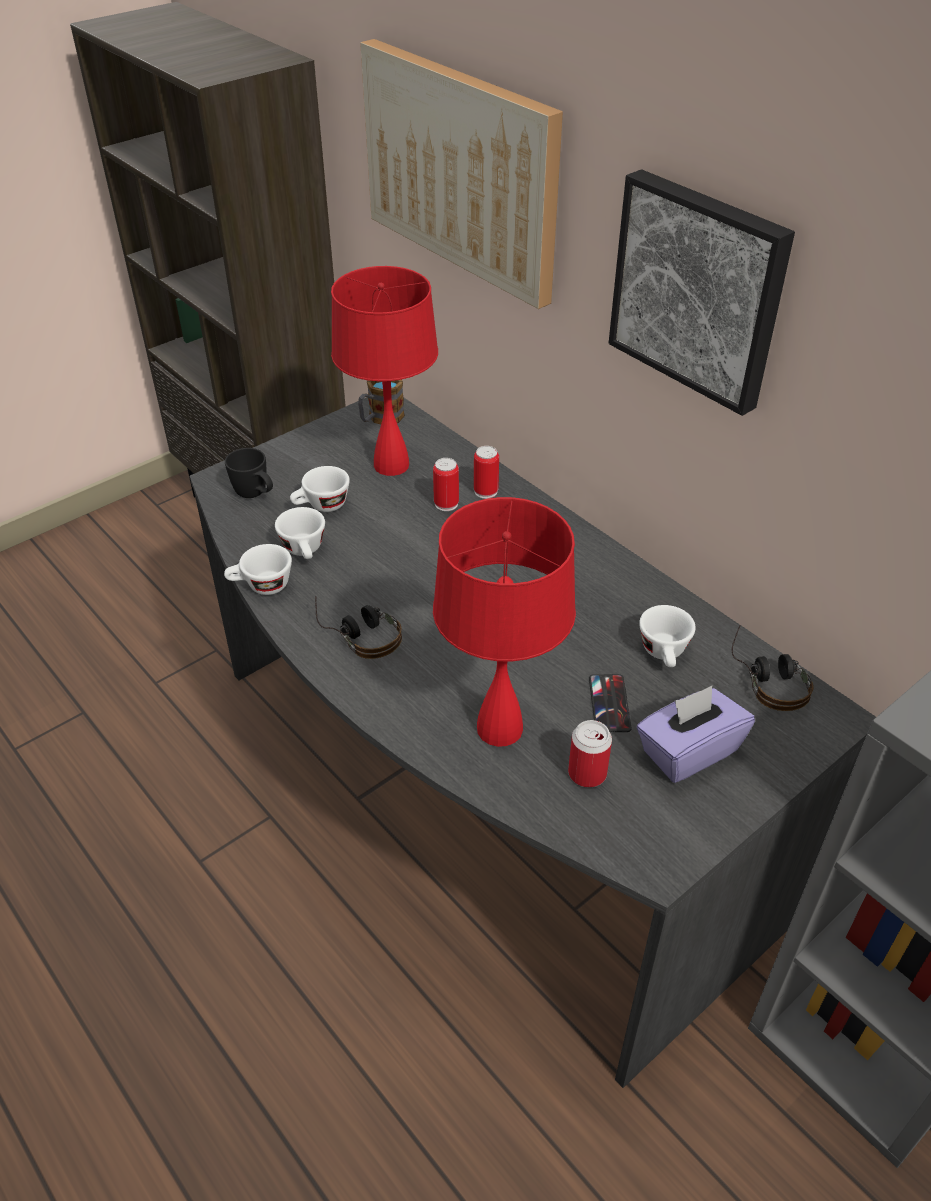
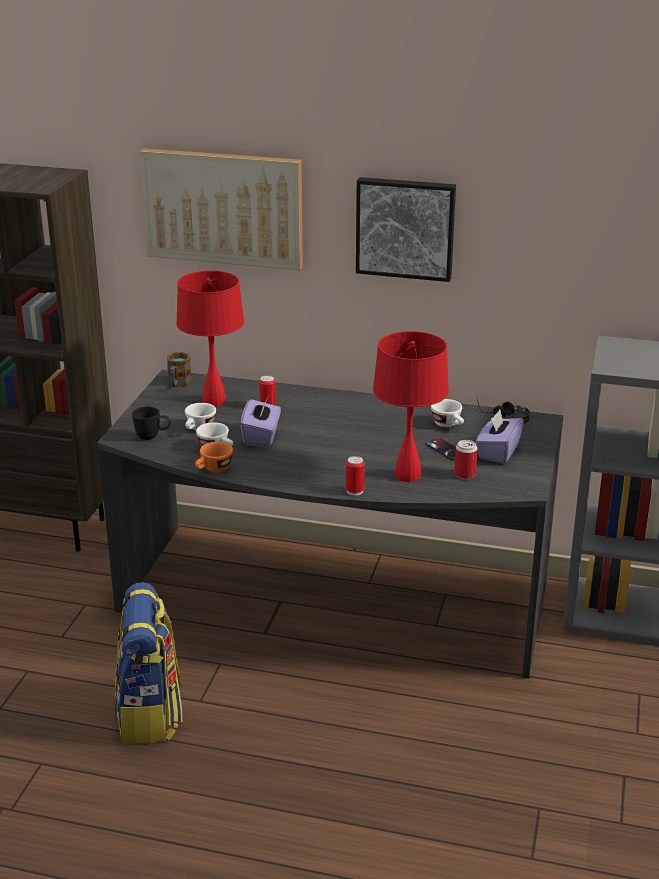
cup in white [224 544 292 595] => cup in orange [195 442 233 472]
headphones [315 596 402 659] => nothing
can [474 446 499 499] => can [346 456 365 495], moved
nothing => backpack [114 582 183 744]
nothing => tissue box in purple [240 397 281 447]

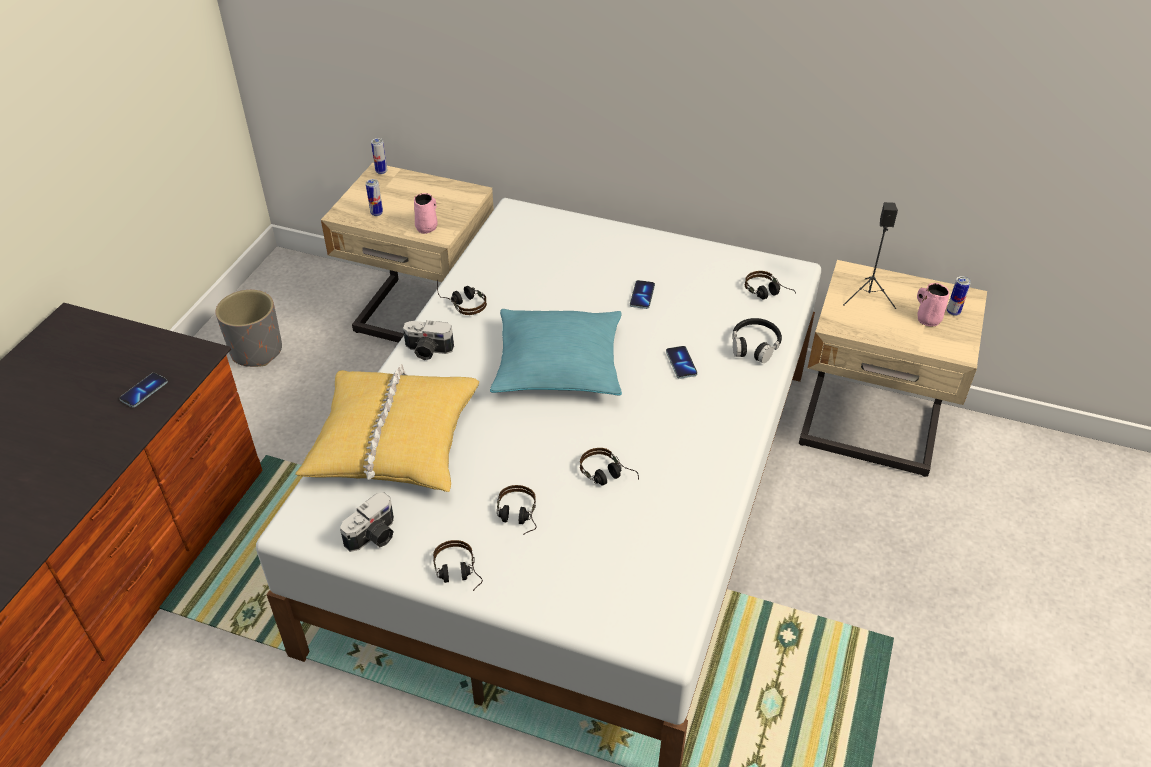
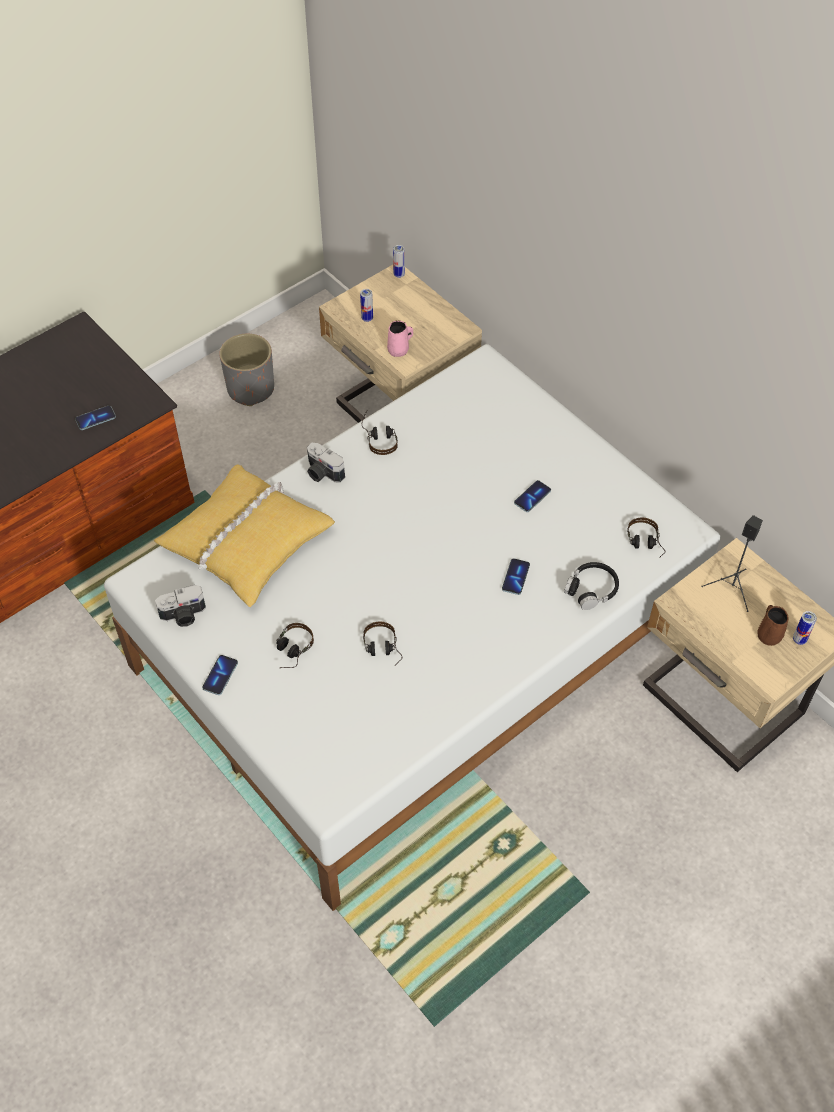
headphones [433 540 483 591] => phone [202 655 238 695]
pillow in turquoise [490 309 622 396] => nothing
mug in pink [917 283 949 327] => mug in brown [757 605 789 646]

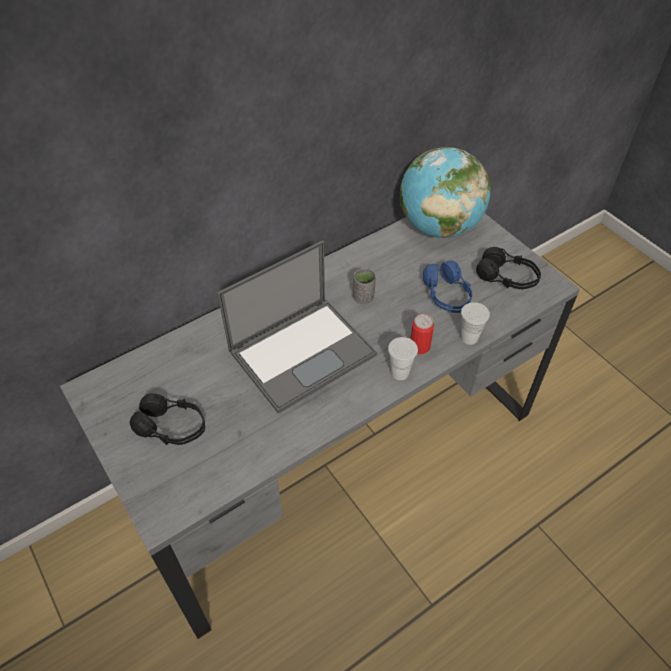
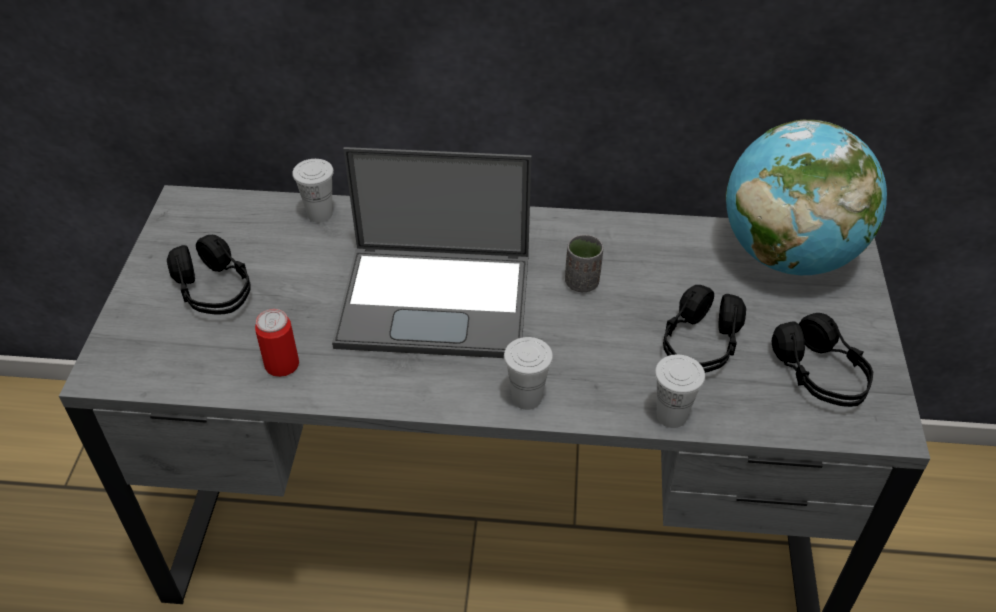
can [410 314 434 354] => can [255 309 299 377], moved
headphones in blue [423 260 472 313] => headphones in black [663 285 746 373]
nothing => cup in white [292 159 334 223]

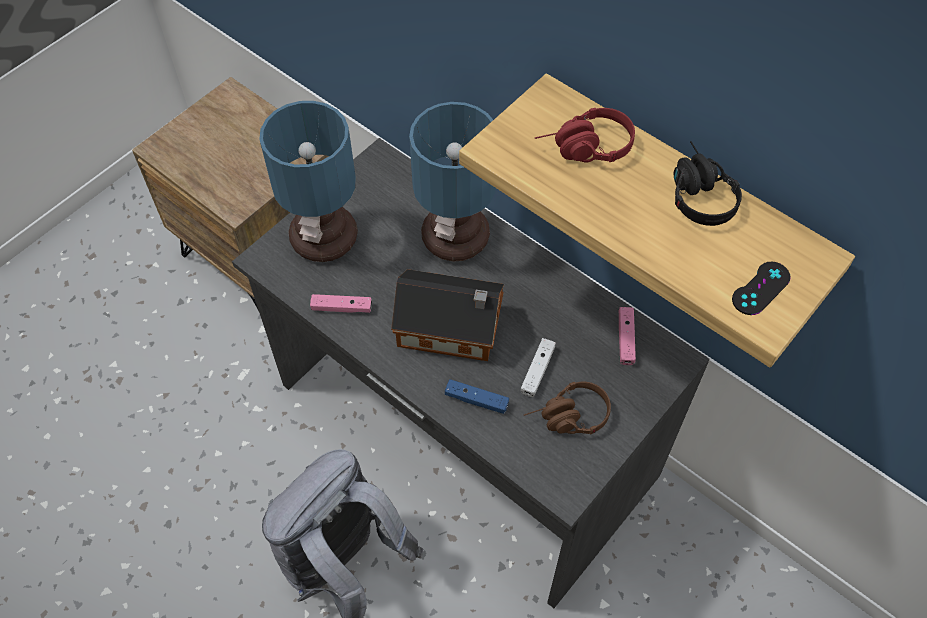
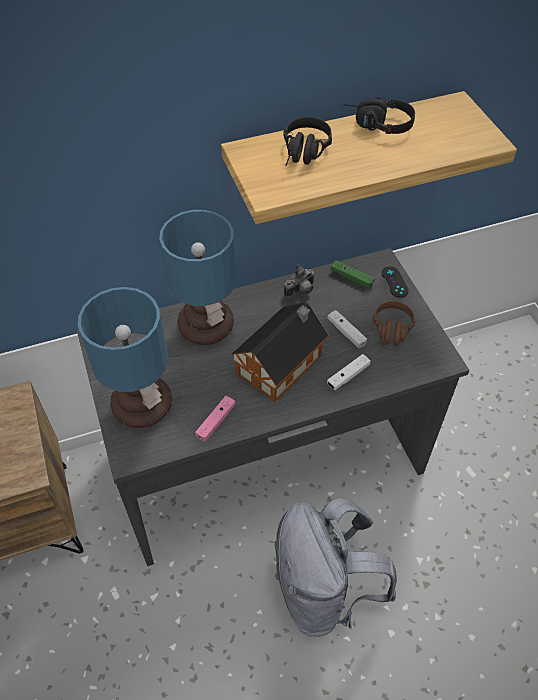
game controller in blue [445 379 509 414] => game controller in white [327 354 371 390]
headphones in red [534 108 635 162] => headphones in black [283 117 332 166]
game controller in pink [619 307 636 365] => game controller in green [331 260 375 288]
game controller in black [732 262 791 315] => game controller in black [381 267 409 298], moved
nothing => photo camera [284 264 315 298]

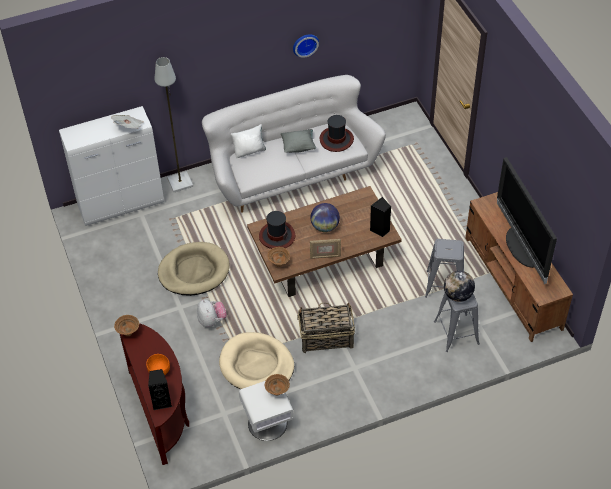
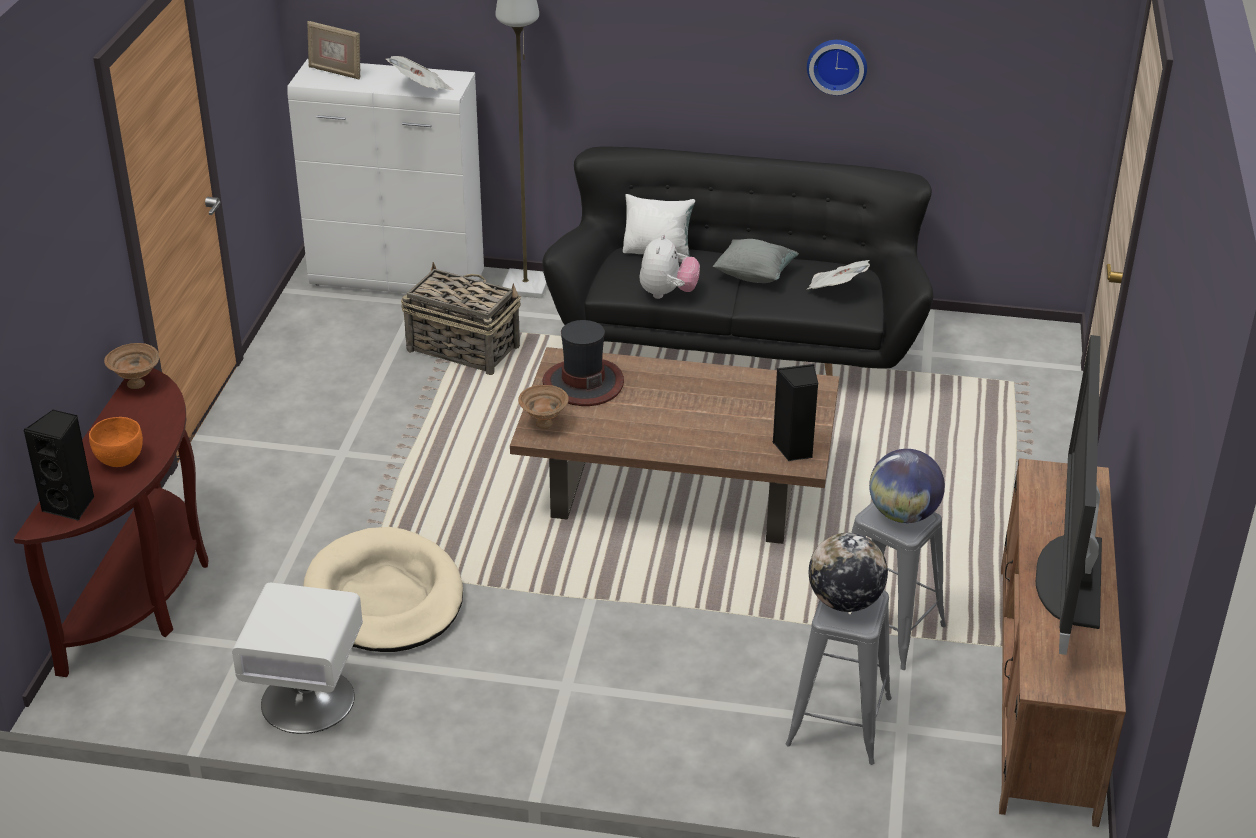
dog bed in beige [158 242 229 296] => nothing
plush toy [197 299 227 327] => plush toy [640 234 700 299], moved
sofa in white [202 75 386 213] => sofa in black [542 147 934 376]
bowl in brown [265 374 290 396] => nothing
basket [297 302 355 353] => basket [401 262 521 375], moved
picture frame [310 239 341 259] => picture frame [307 21 360 80], moved
globe [311 203 340 232] => globe [869 449 945 523], moved
hat [320 115 354 152] => newspaper [807 260 870 289]

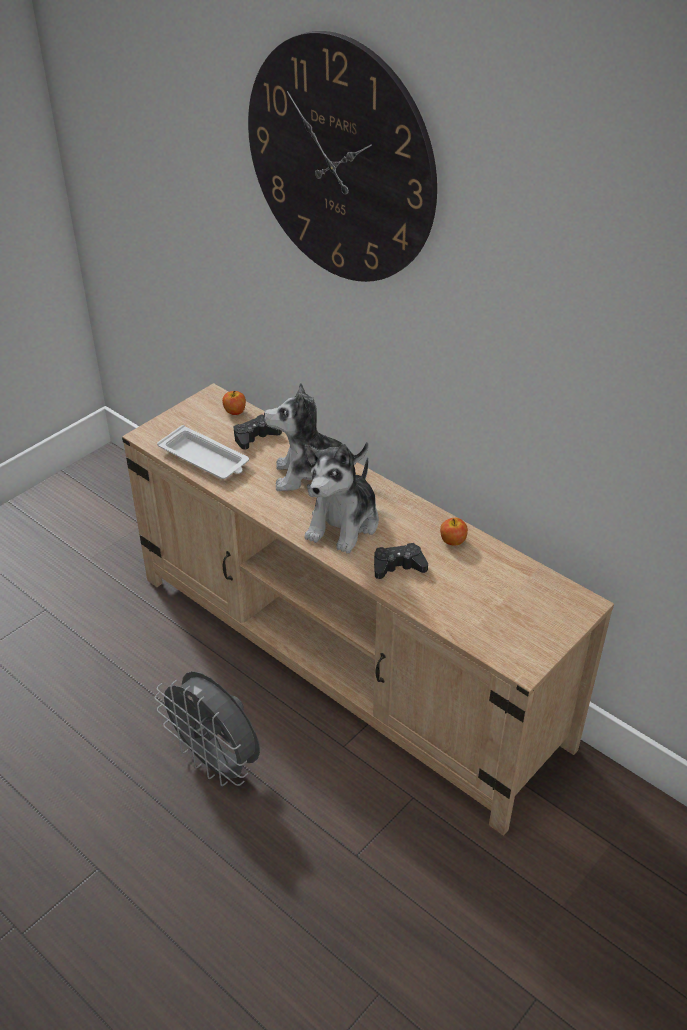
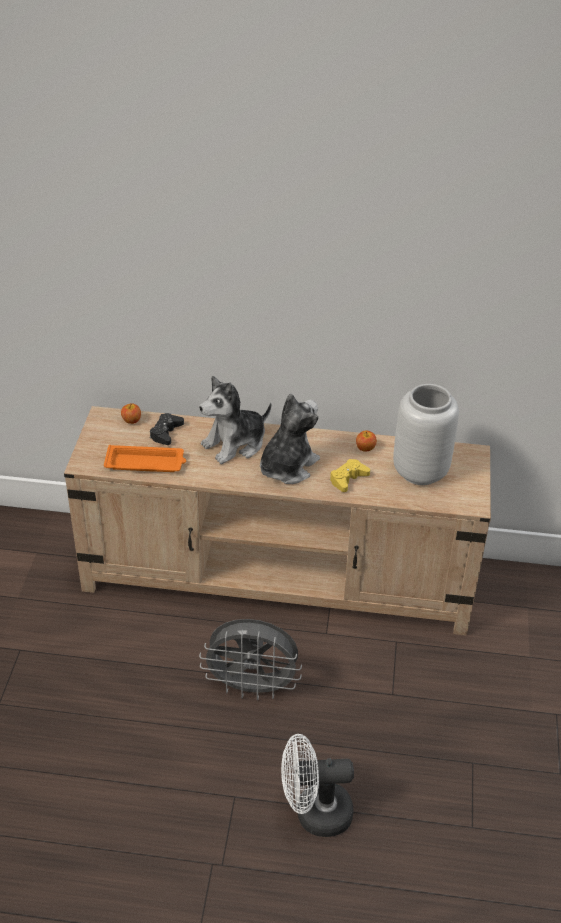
tray in white [157 425 249 479] => tray in orange [104 445 186 472]
wall clock [248 31 437 282] => nothing
plush toy [305 444 379 553] => plush toy [260 393 320 484], 135 degrees counterclockwise
game controller in black [374 543 428 579] => game controller in yellow [330 459 370 492]
nothing => fan in white [281 734 354 837]
nothing => vase in grey [393 384 459 485]

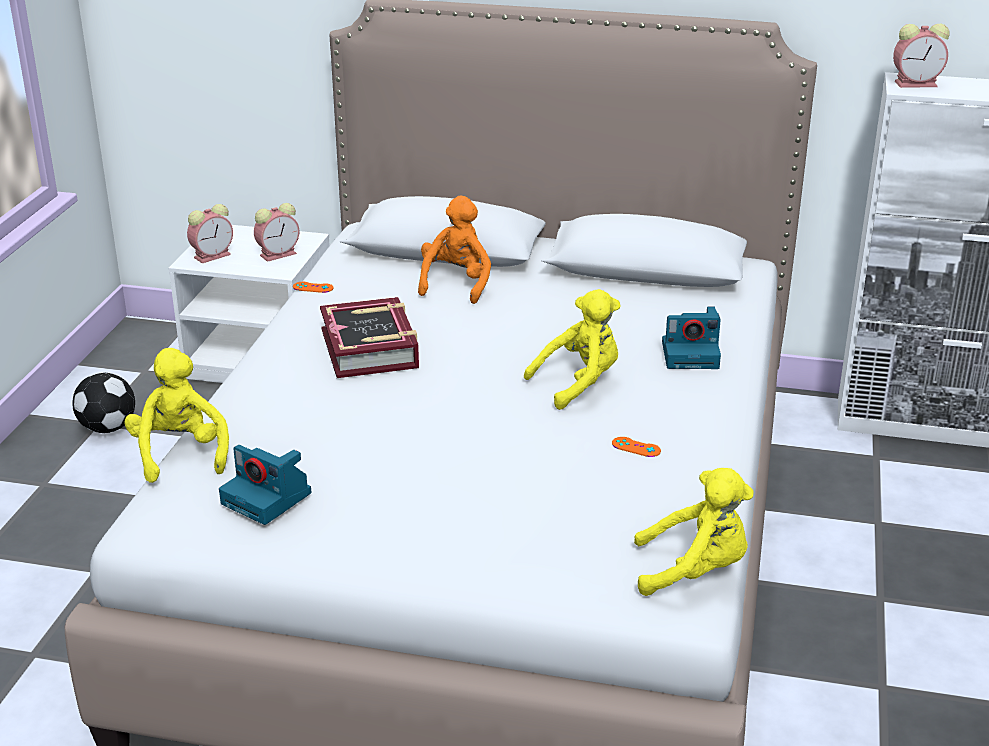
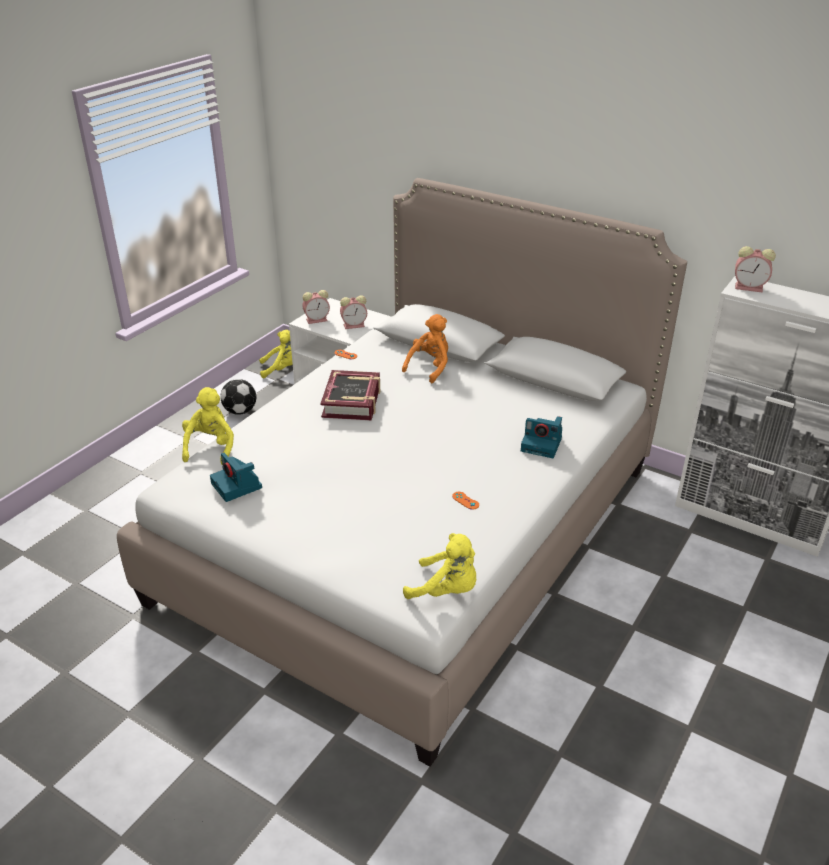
plush toy in yellow [524 289 621 410] => plush toy in yellow [259 330 293 378], moved

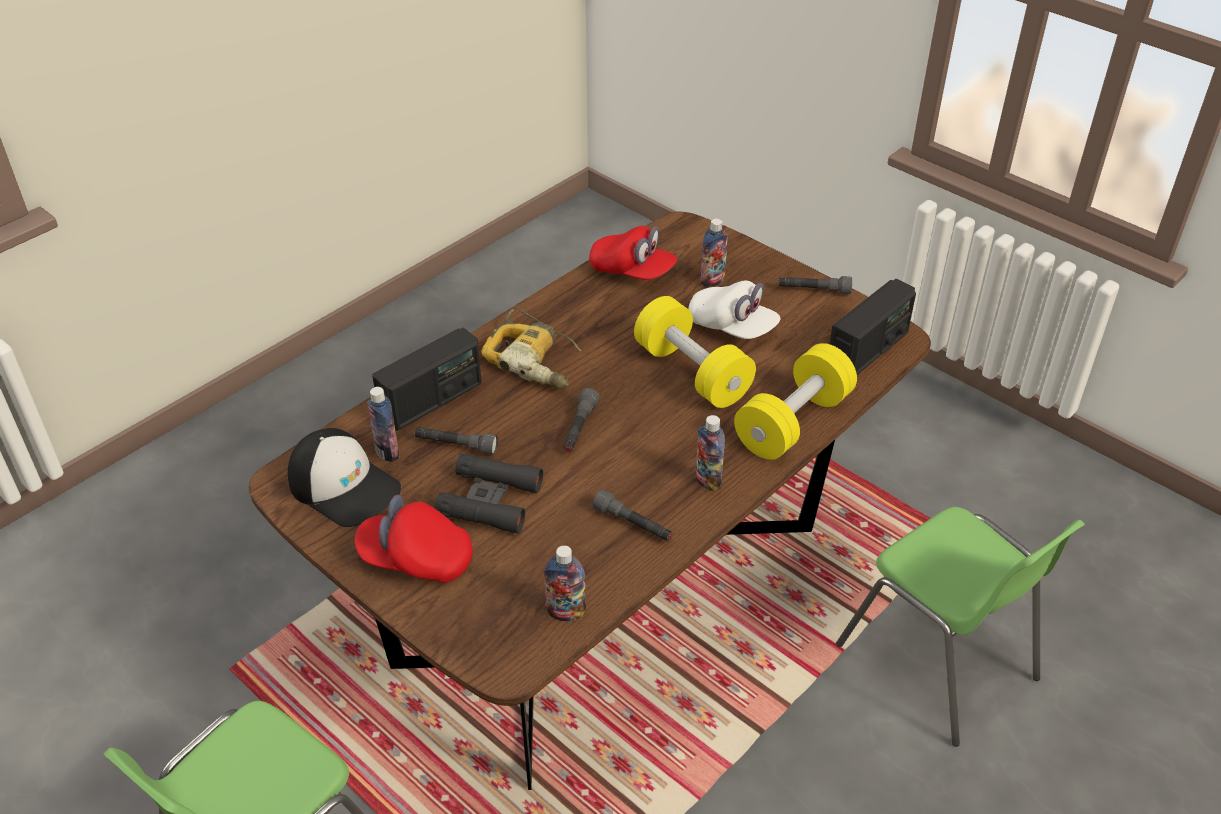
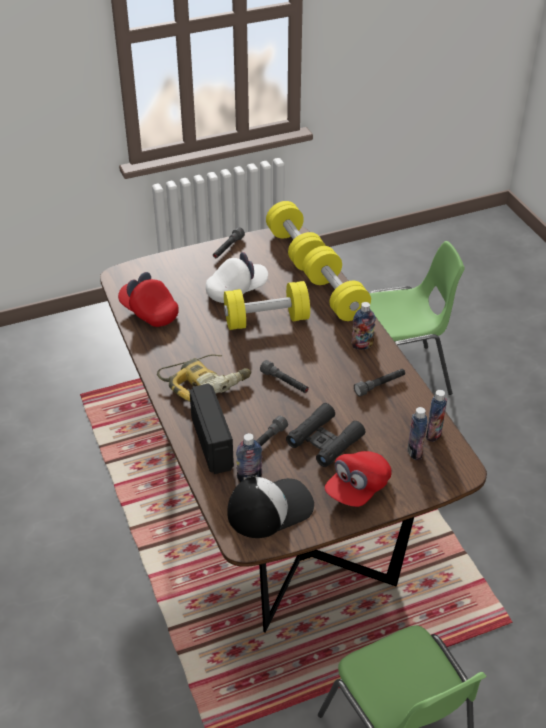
cap in red [589 226 677 280] => cap in red [118 272 179 327], 105 degrees counterclockwise
bottle [701 219 728 287] => bottle [407 407 427 460], moved
radio [830 279 916 375] => dumbbell in yellow [266 201 326 271]

